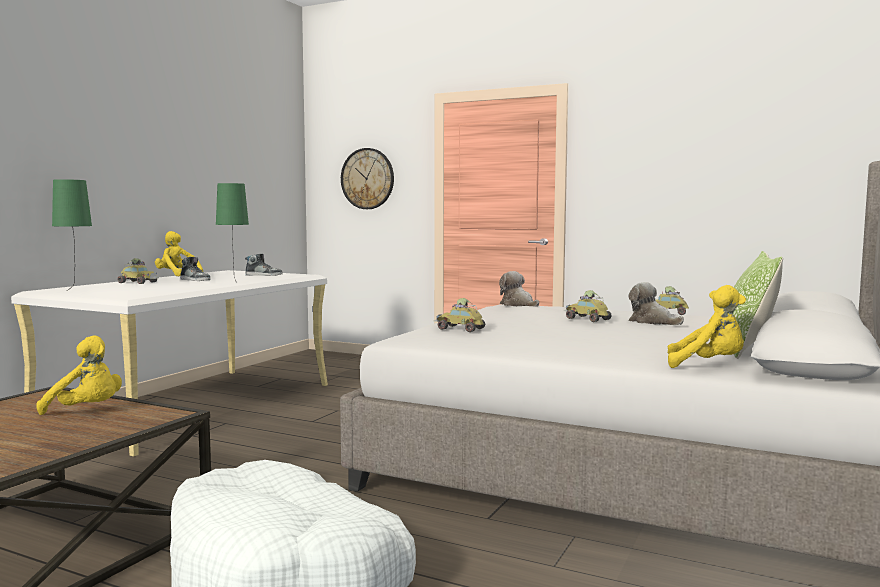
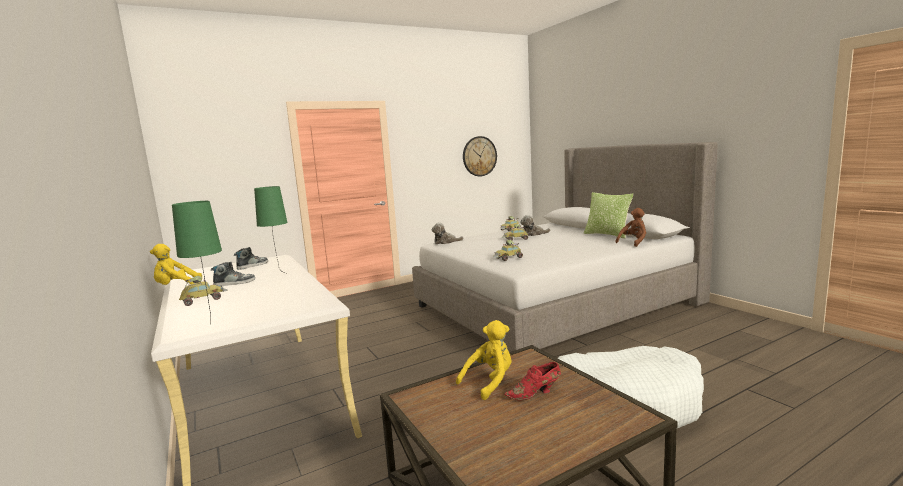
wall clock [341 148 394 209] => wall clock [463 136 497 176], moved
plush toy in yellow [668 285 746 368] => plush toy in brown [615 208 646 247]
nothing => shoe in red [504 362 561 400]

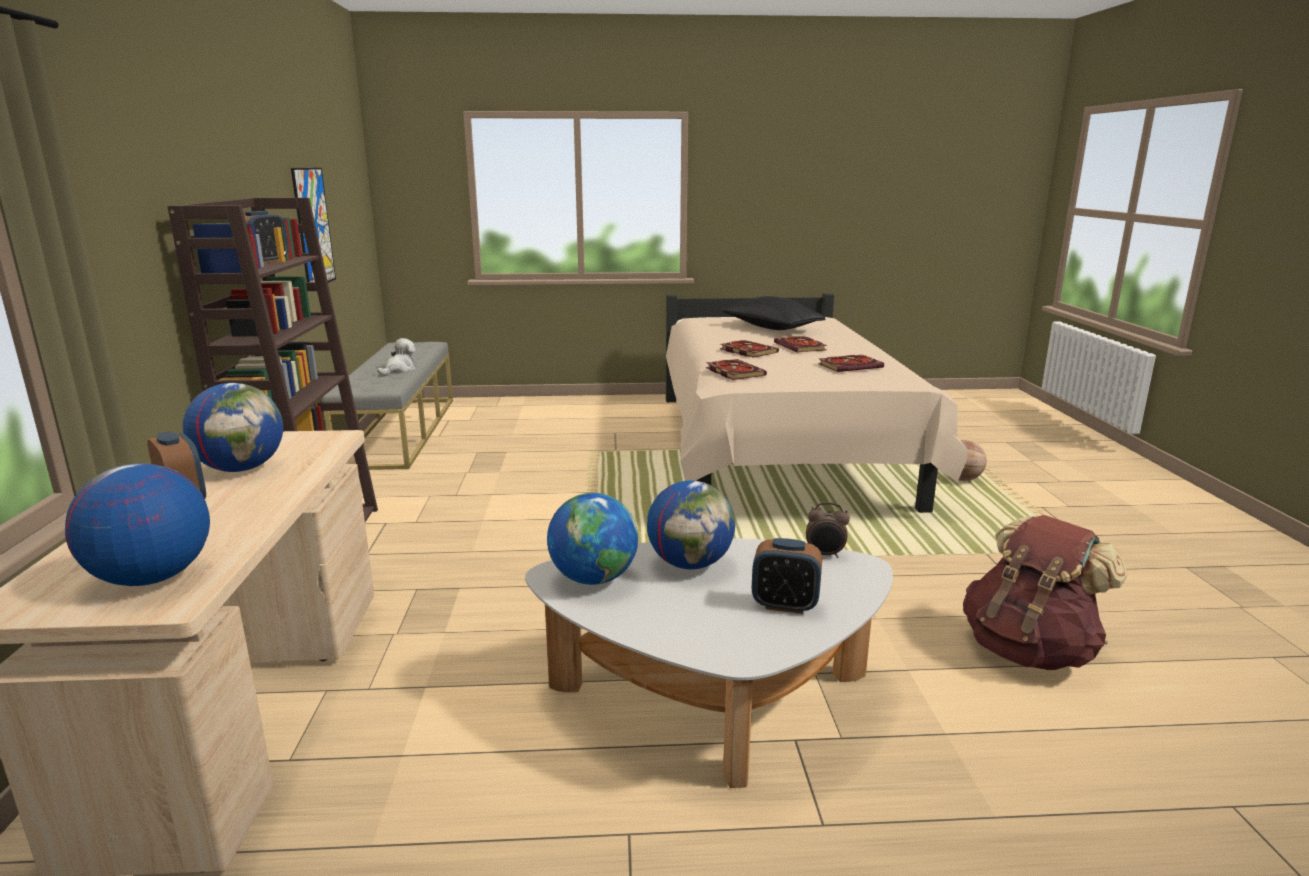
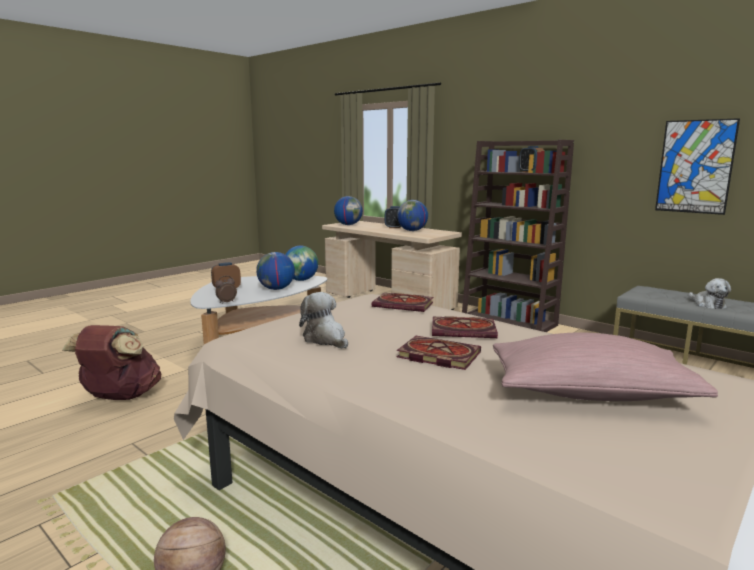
pillow in black [722 296 826 330] => pillow in pink [493 332 718 401]
book [818 355 884 372] => plush toy [299 292 348 348]

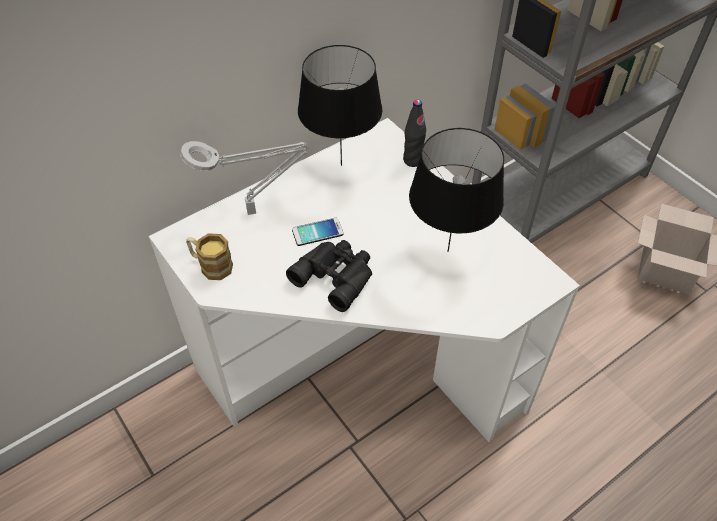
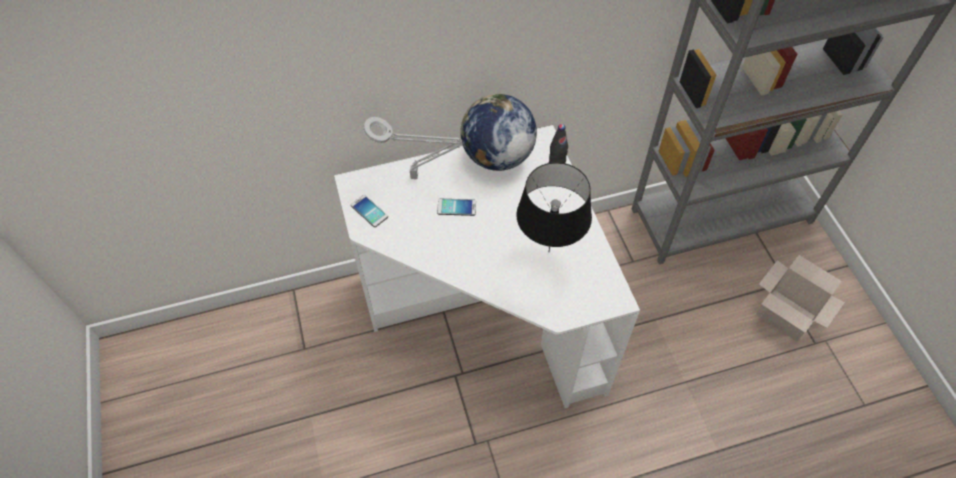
mug [186 233 233 280] => phone [351 195 388 227]
binoculars in black [286 240 372 312] => nothing
table lamp in black [298 45 382 166] => globe [460 94 537 171]

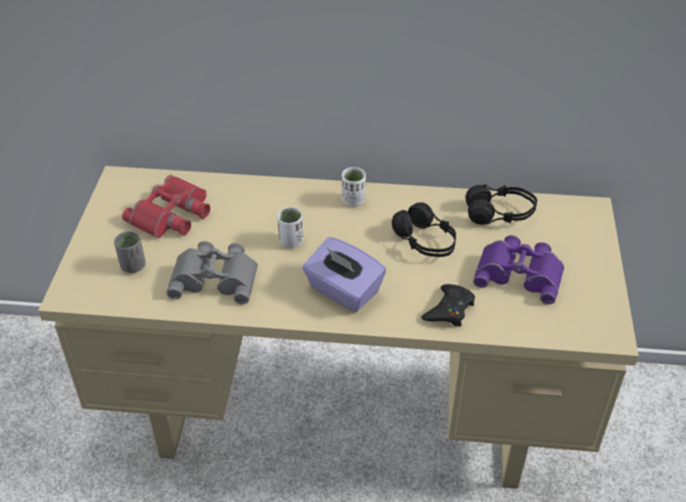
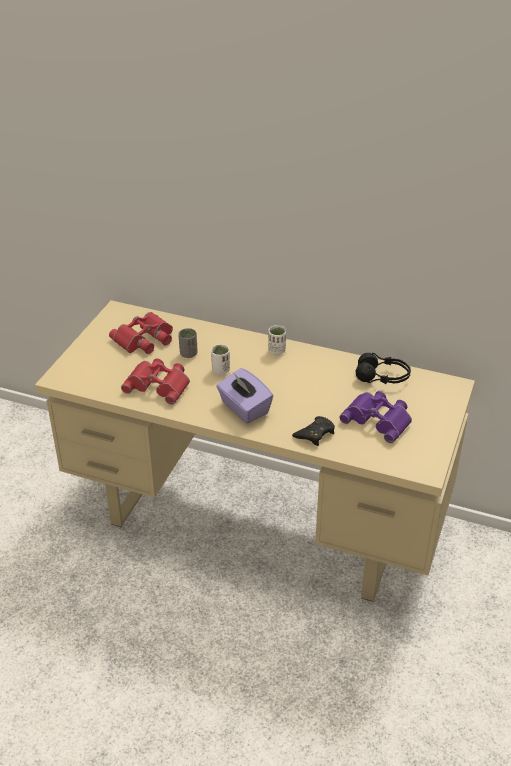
cup in grey [114 231 146 273] => cup in grey [178 328 198 358], moved
binoculars in grey [166 241 258 304] => binoculars in red [121 358 190 405]
headphones in black [392 202 456 257] => nothing

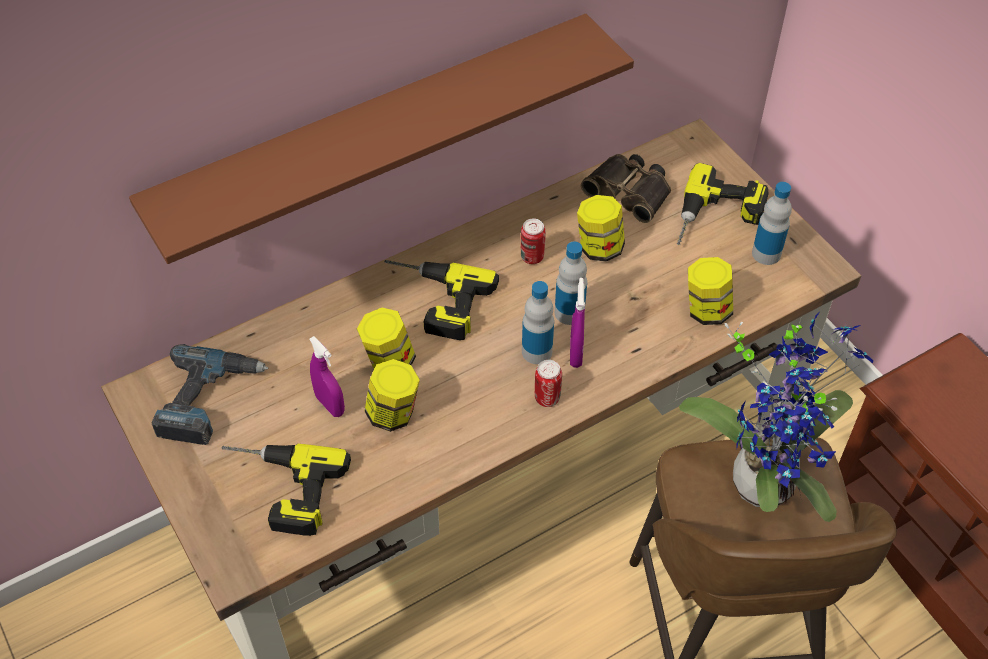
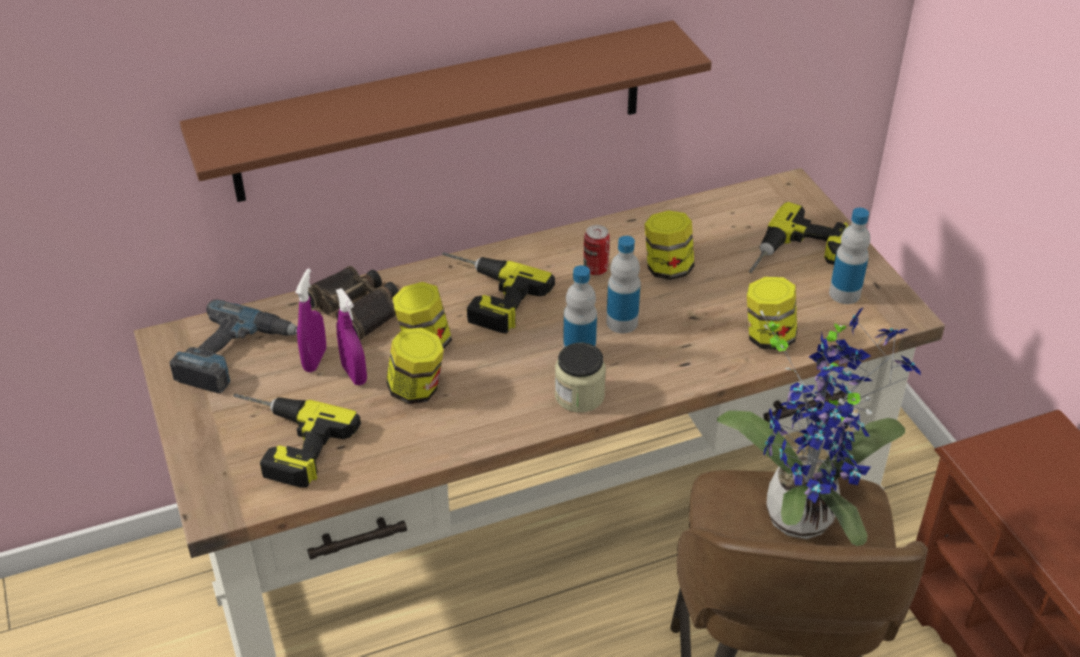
can [535 360 562 407] => jar [555 343 606 413]
spray bottle in purple [570 278 585 368] => spray bottle in purple [295 268 326 372], moved
binoculars [581 154 671 223] => binoculars [308 266 399 340], moved

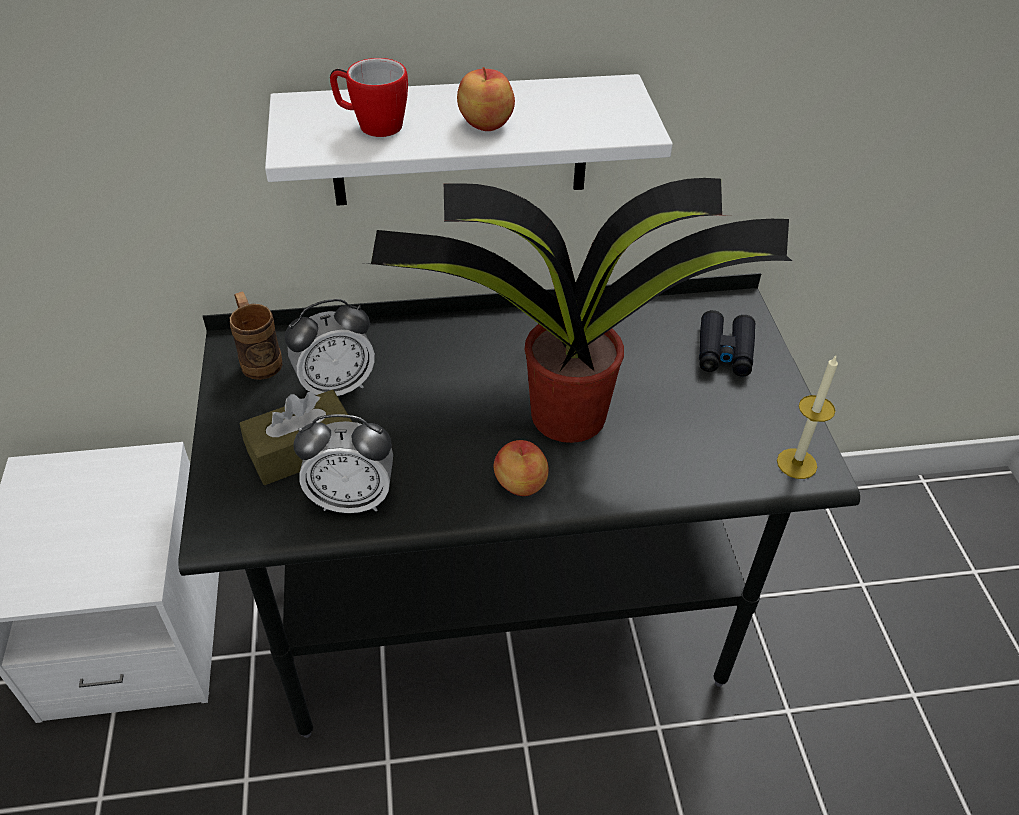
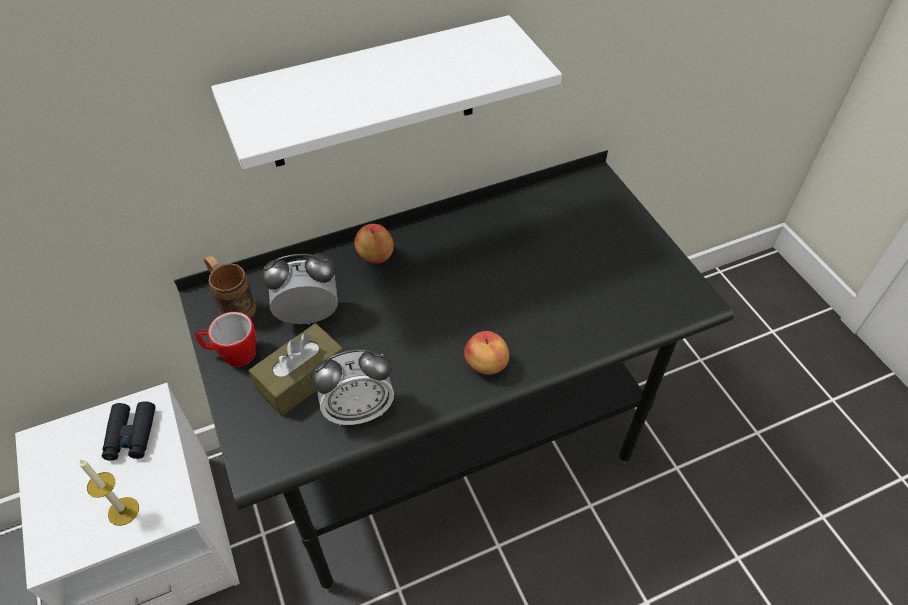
alarm clock [284 299 375 396] => alarm clock [261 254 338 324], 150 degrees counterclockwise
mug [330 58 408 137] => mug [195 312 256 367], moved
potted plant [364 178 792 443] => nothing
apple [457 67 515 131] => apple [354 224 394 264], moved
binoculars in black [699 310 755 377] => binoculars in black [102 401 155 461], moved
candle [777 356 838 479] => candle [79 459 139 526], moved

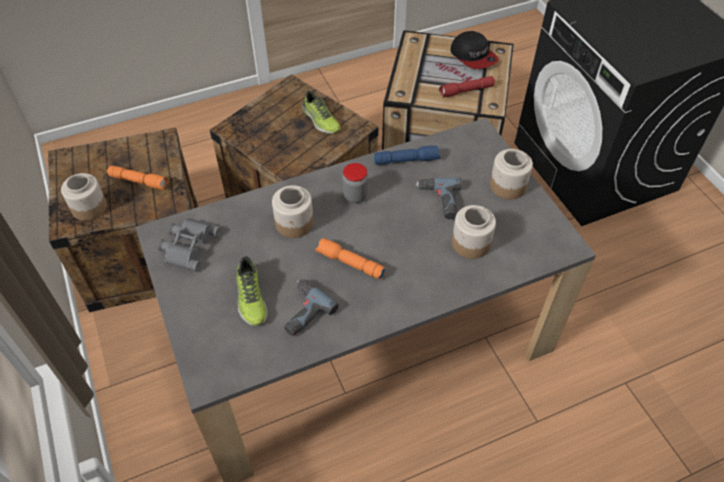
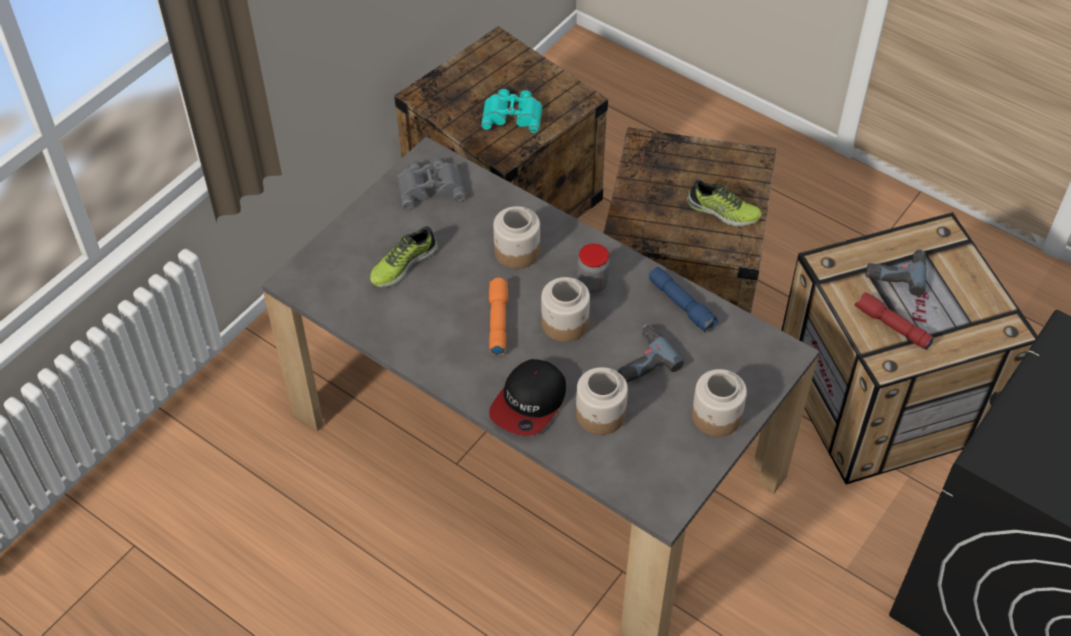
jar [61 173 107 221] => jar [541 277 590 342], moved
flashlight in orange [107 165 169 190] => binoculars in turquoise [481 89 542 133]
power drill [284 279 339 336] => power drill [866 249 927 296], moved
shoe [302 91 341 134] => shoe [687 180 762 226], 90 degrees counterclockwise
cap [451 31 499 69] => cap [489 359 566 436], moved

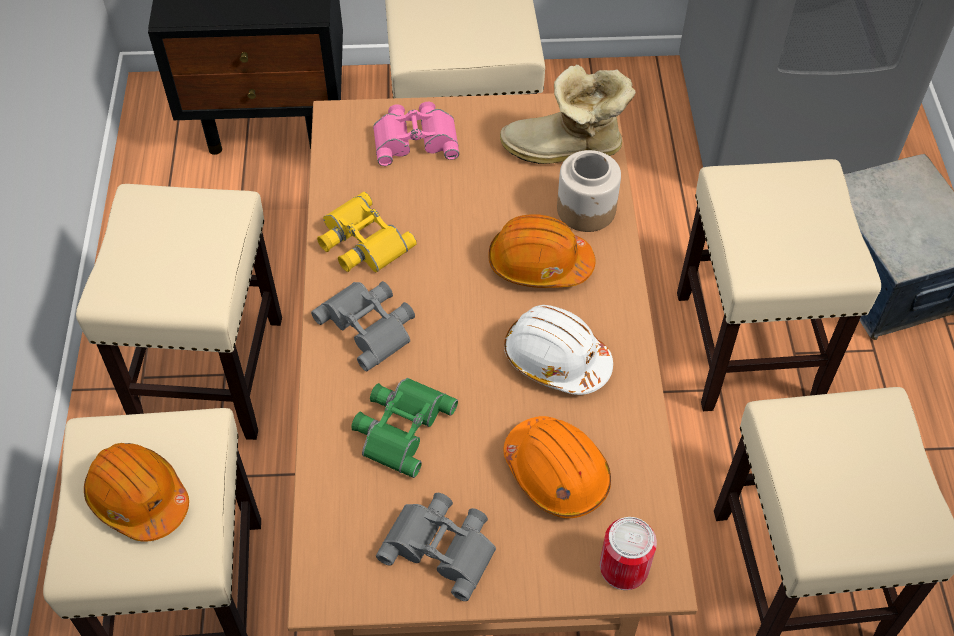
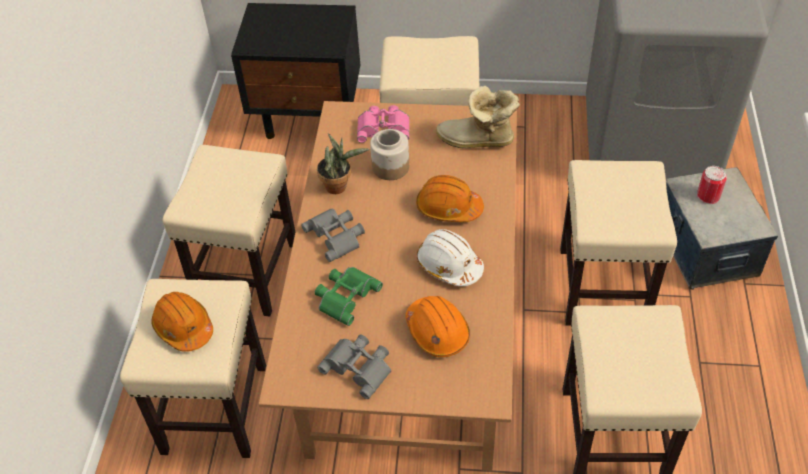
binoculars in yellow [317 192 417 272] => potted plant [317 133 369 194]
jar [557 150 621 232] => jar [370 129 409 180], moved
can [600 517 657 590] => can [697 166 727 204], moved

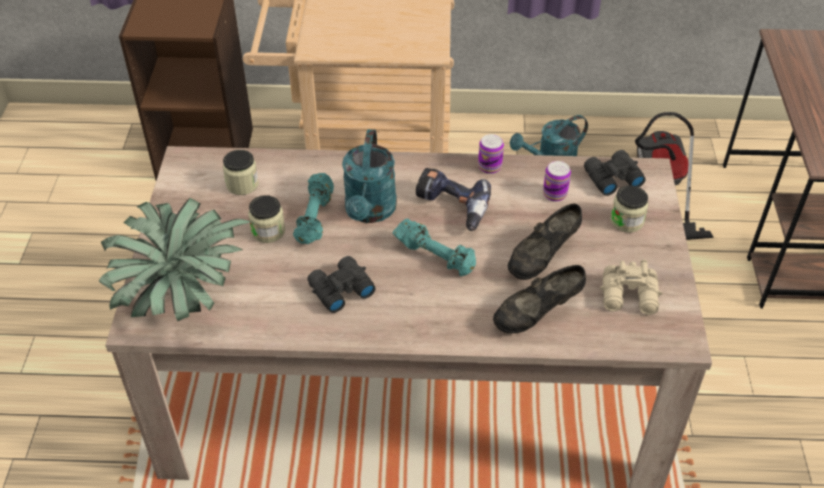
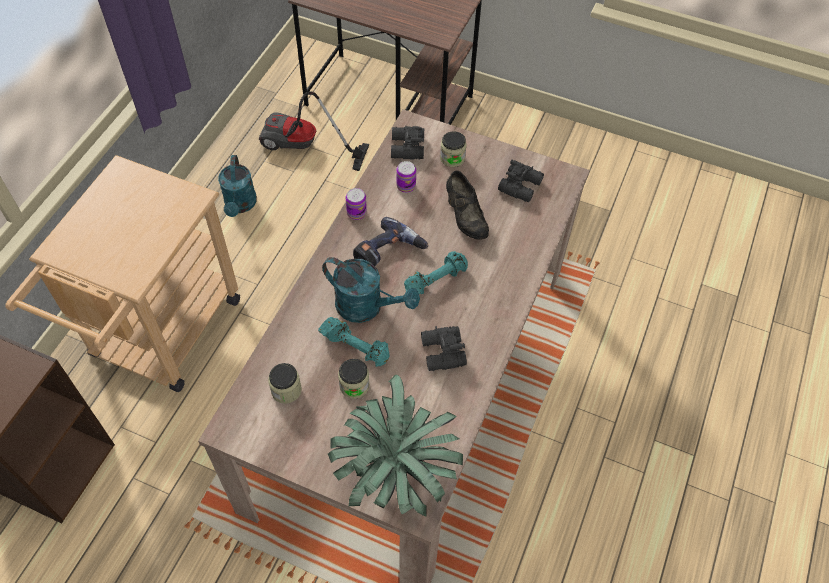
shoe in black [493 265 586 333] => nothing
binoculars in beige [600 260 663 315] => binoculars in black [498 160 544 202]

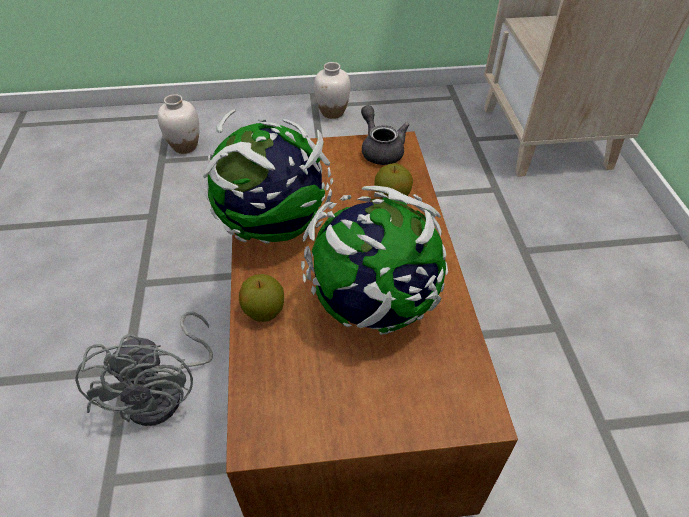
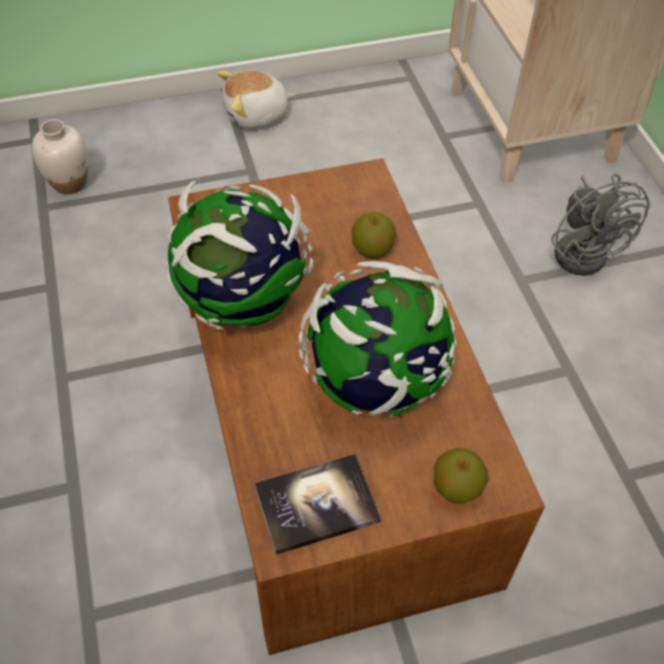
fan in grey [75 311 213 426] => fan in grey [551 174 650 276], moved
apple [239 274 284 322] => apple [434 448 489 504], moved
vase in white [314 62 351 119] => plush toy [217 70 295 129]
teapot in grey [361 105 409 165] => nothing
nothing => book [254 454 381 555]

